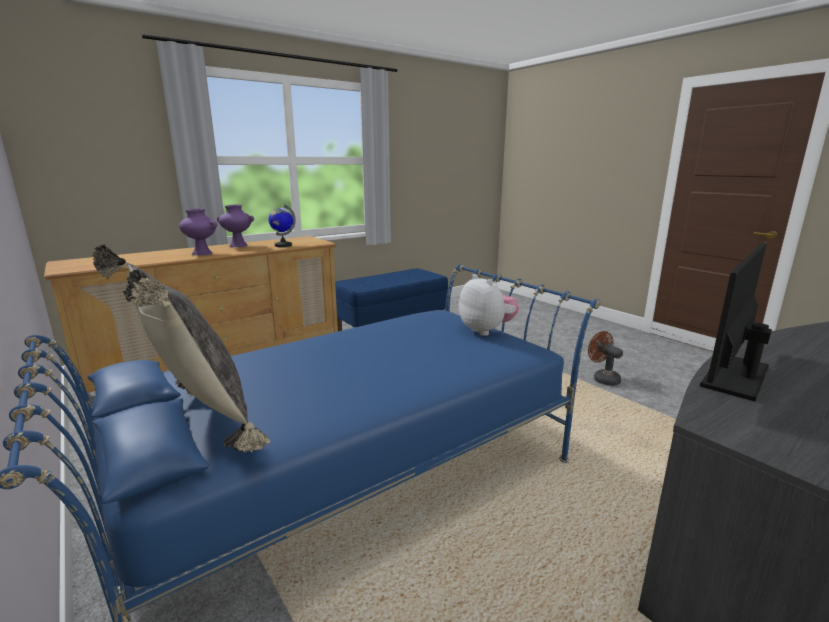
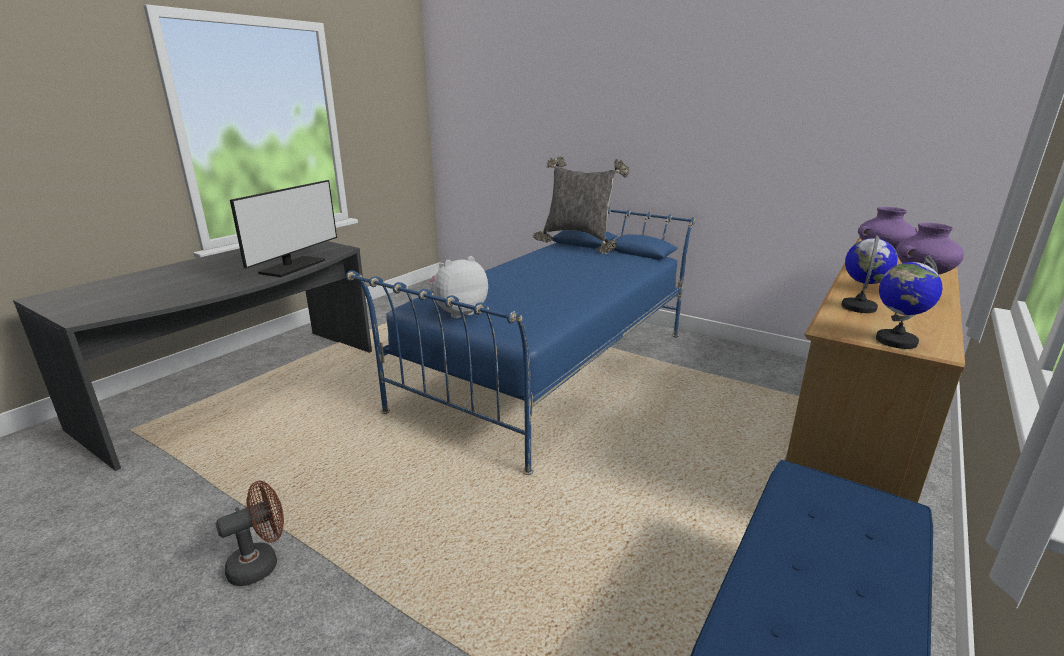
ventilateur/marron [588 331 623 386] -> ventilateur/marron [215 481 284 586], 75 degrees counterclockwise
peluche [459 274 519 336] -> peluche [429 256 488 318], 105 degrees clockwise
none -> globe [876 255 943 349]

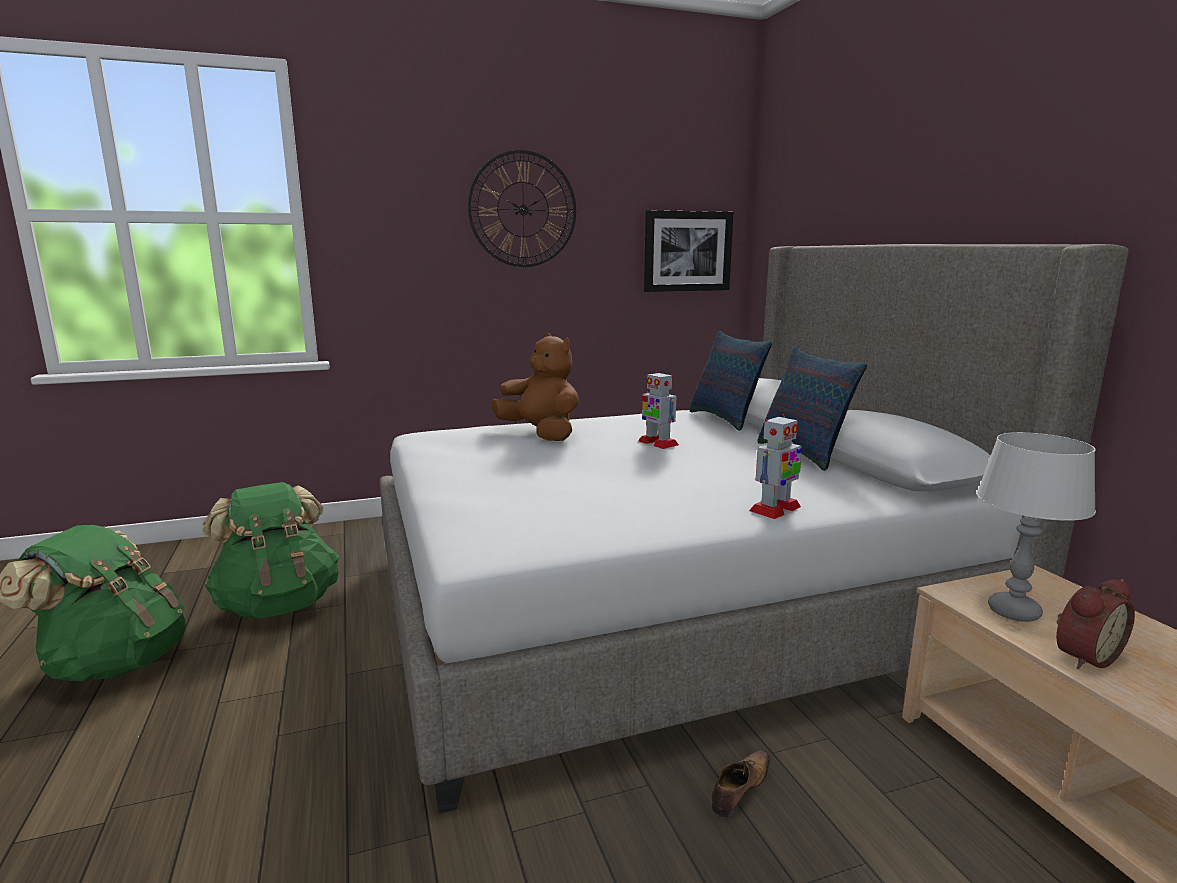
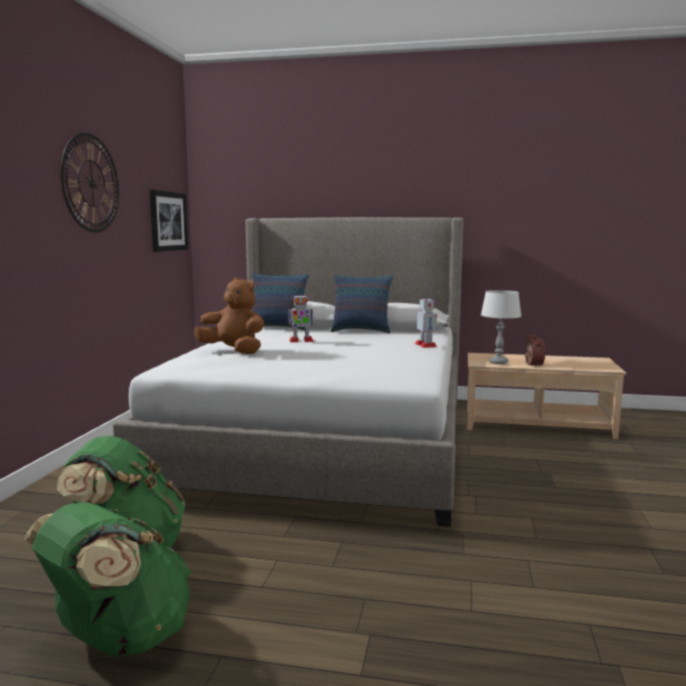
peluche/marron [491 333 579 441] -> peluche/marron [194 277 264 354], 45 degrees clockwise
chaussure [712 750 770 817] -> none

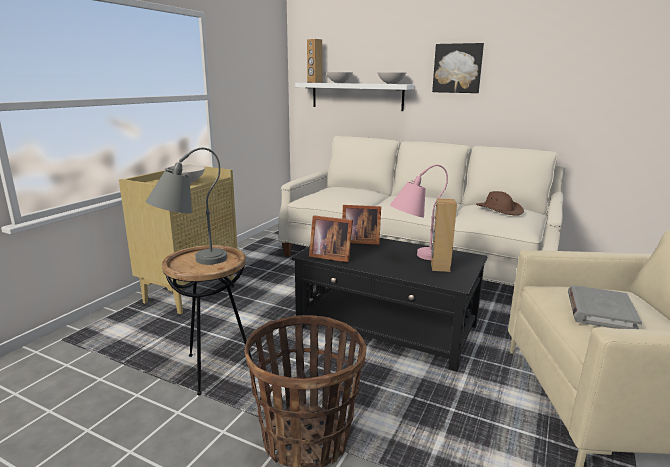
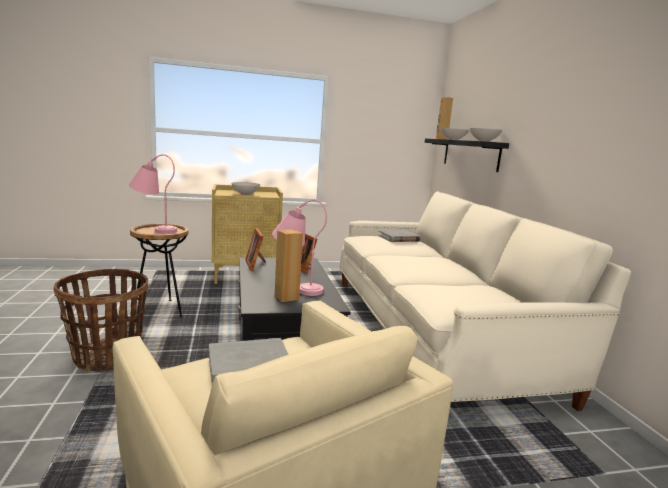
lampe de table/gris [145 148 227 265] -> lampe de table/rose [129 154 177 234]
none -> livre/gris [378 230 421 242]
étagère/blanc [295 83 414 111] -> étagère/noir [425 138 509 172]
tableau [432 43 484 93] -> none
chapeau/marron [476 191 524 215] -> none

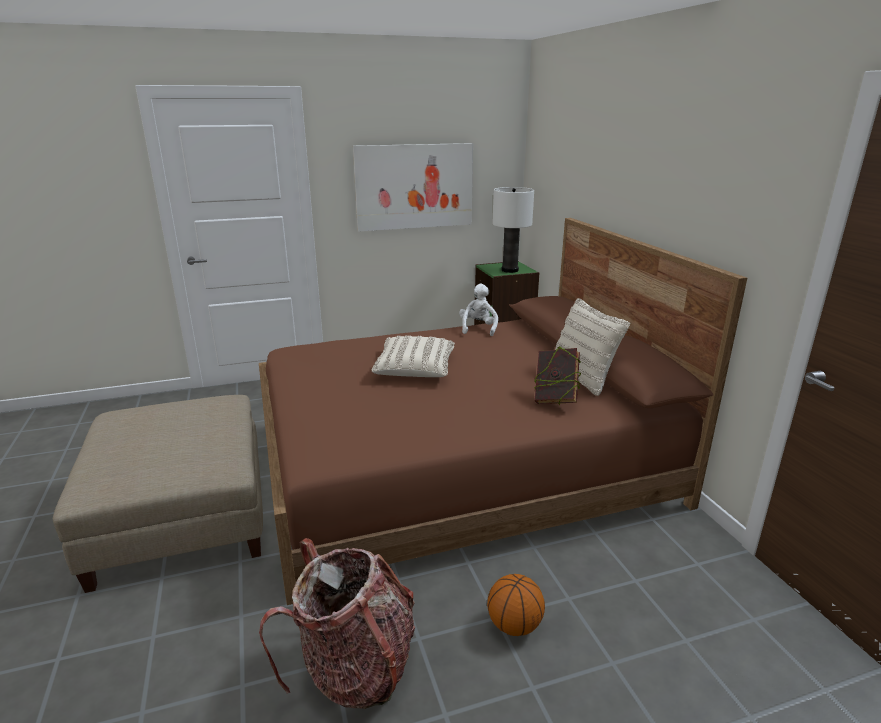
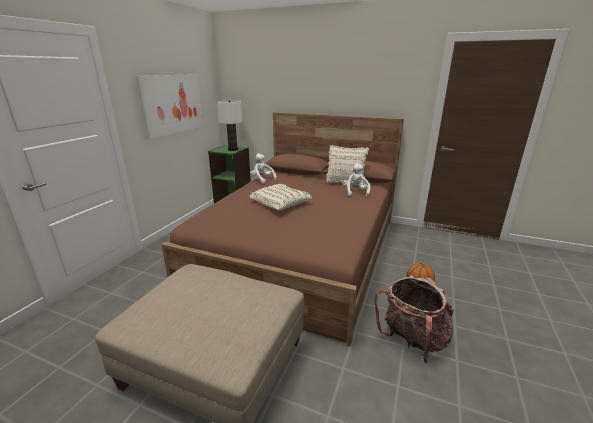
livre [534 347 581 406] -> peluche/blanc [343 163 371 197]

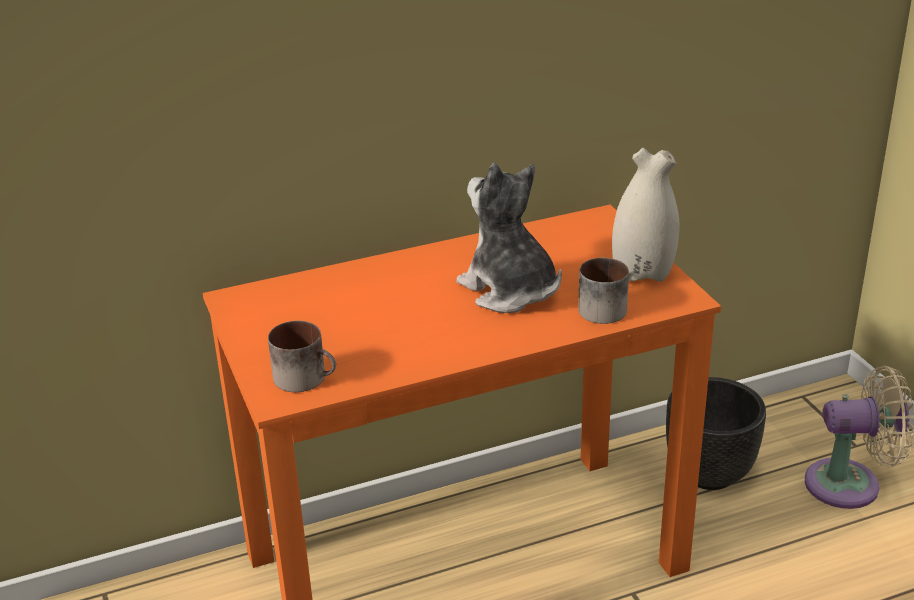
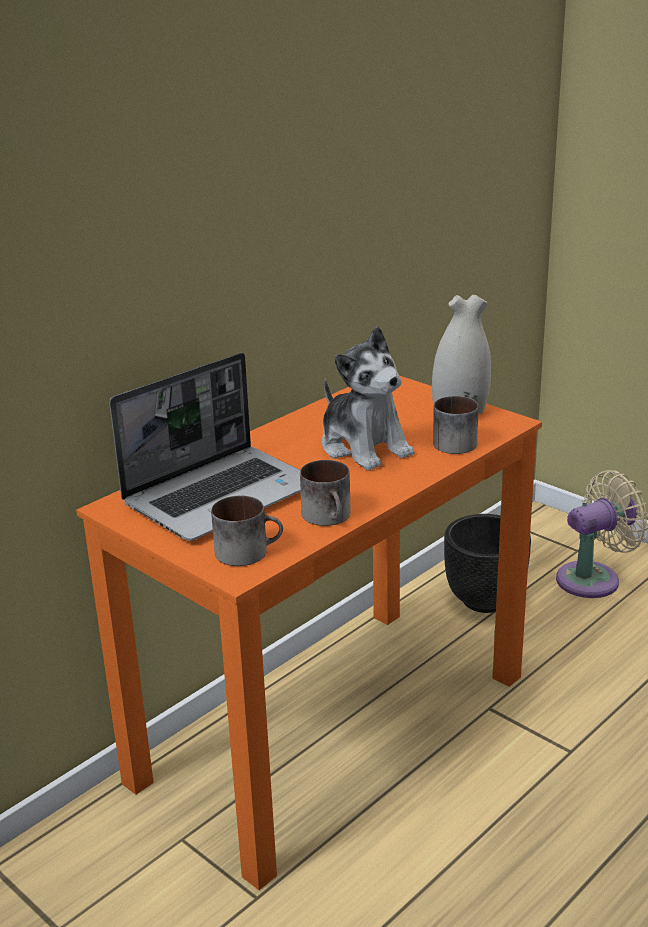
none -> ordinateur portable [110 353 301 541]
none -> mug [300 460 351 526]
peluche [456 163 562 313] -> peluche [322 326 414 471], 150 degrees counterclockwise

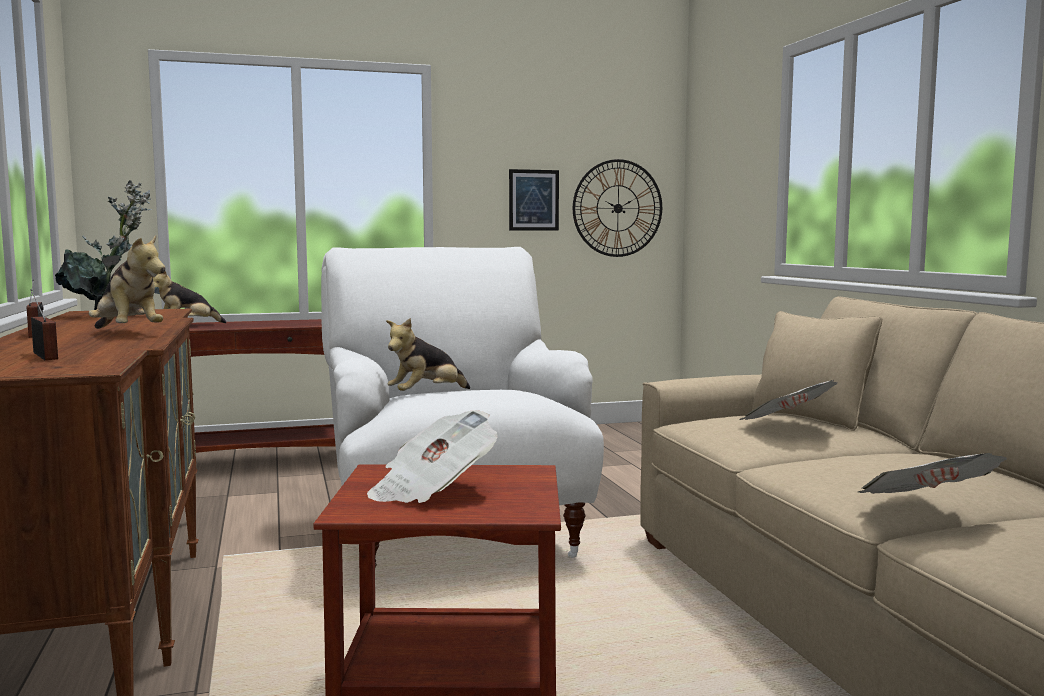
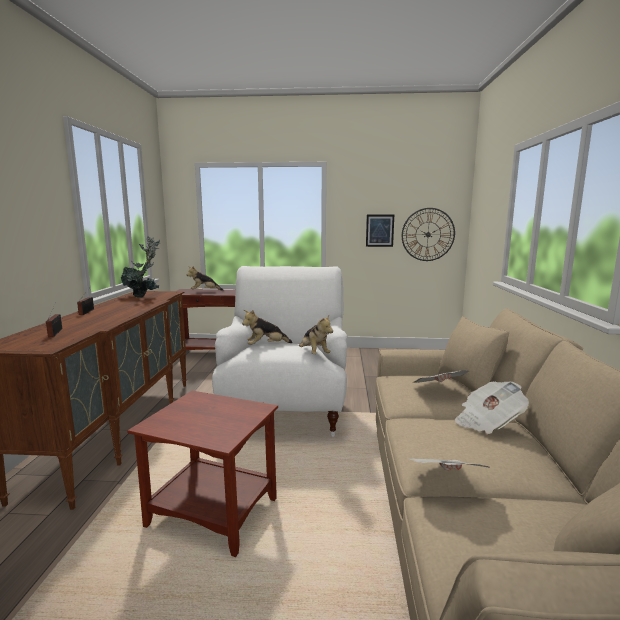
peluche [88 235 165 329] -> peluche [299 315 333 354], move
journal [367 410 498 503] -> journal [455 382 529 434], move

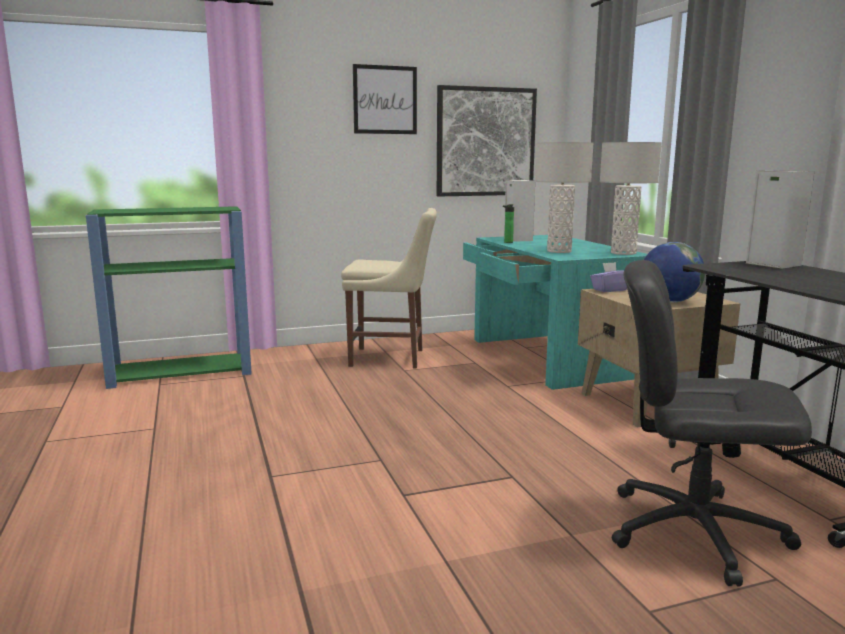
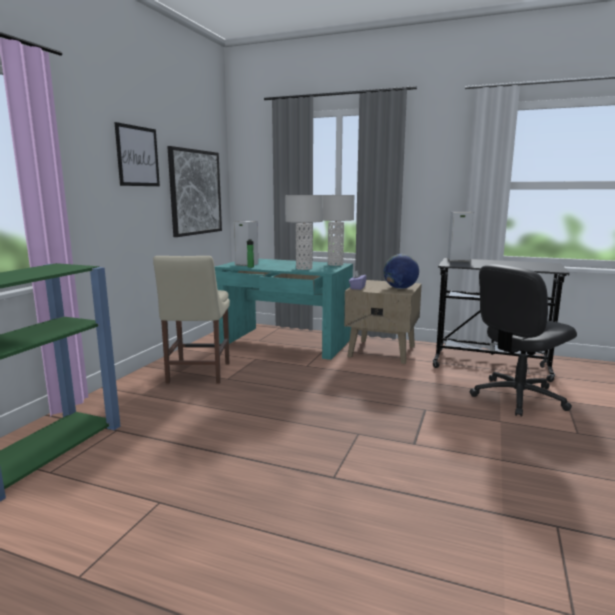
chaise/beige [341 208 437 369] -> chaise/beige [153 256 230 384], 135 degrees clockwise

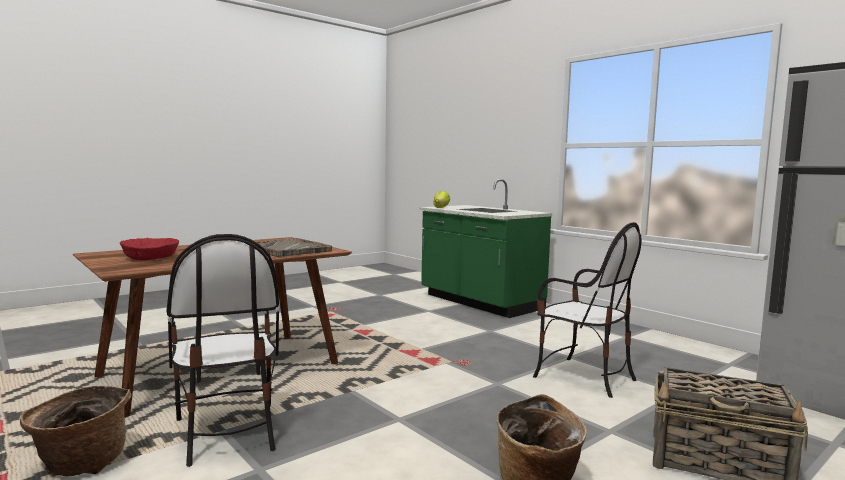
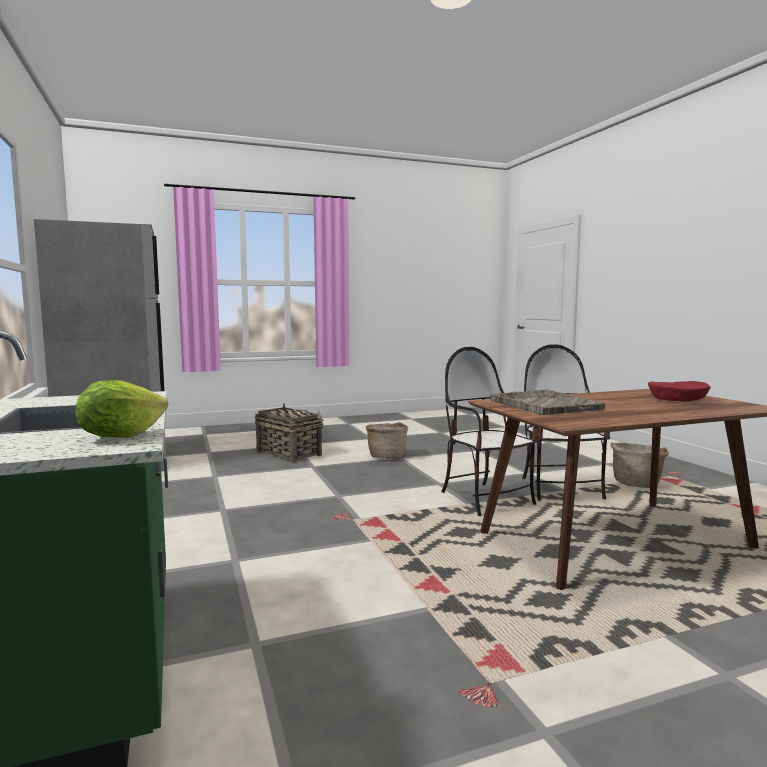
chaise [533 222 642 398] -> chaise [441 347 539 516], move

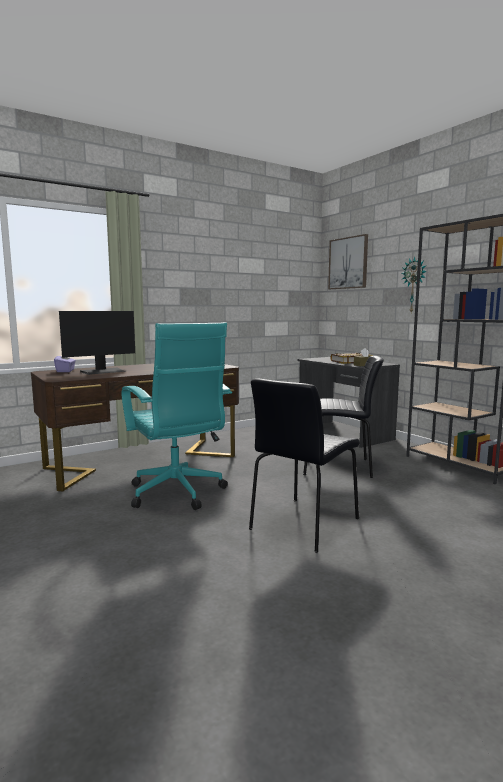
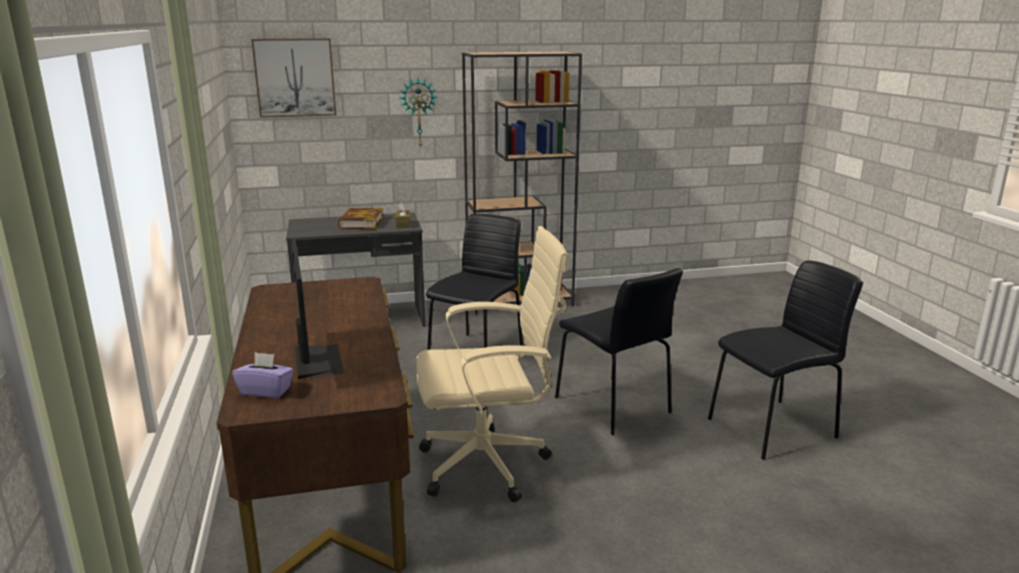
chaise de bureau/turquoise [121 322 232 510] -> chaise de bureau/beige [416 226 568 502]
none -> chaise/noir [708 260 863 460]

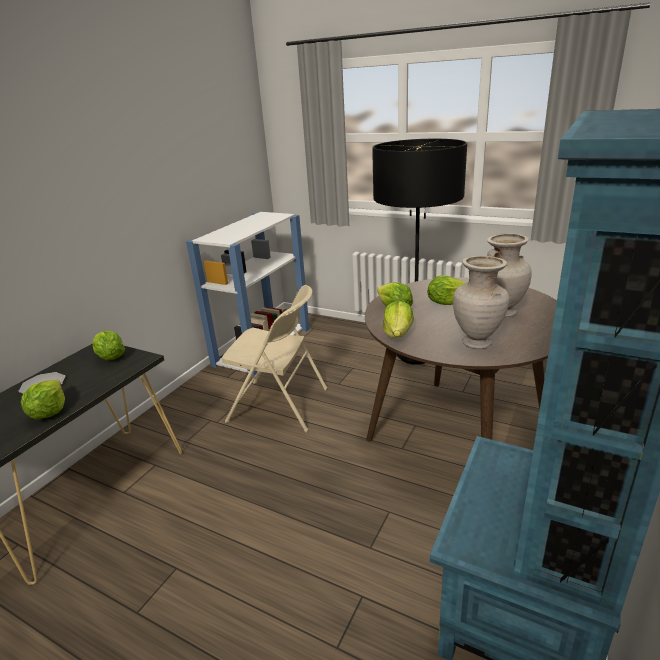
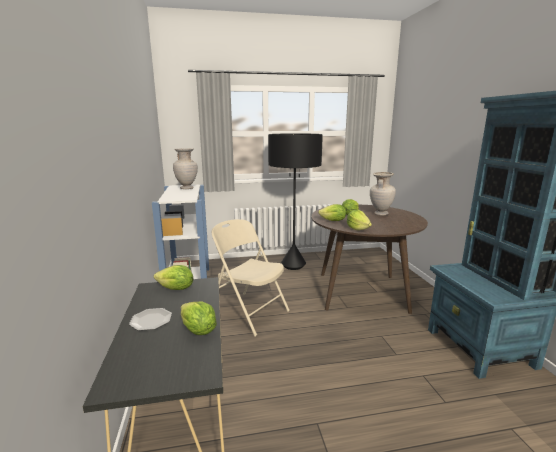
vase/beige [453 256 509 349] -> vase/beige [173 148 198 189], move
chaise/beige [222 285 327 432] -> chaise/beige [212 219 290 337], 120 degrees counterclockwise

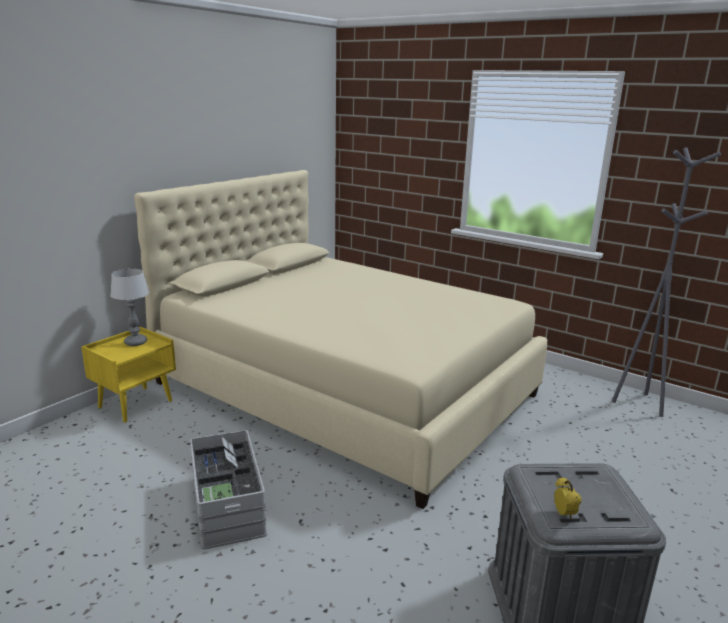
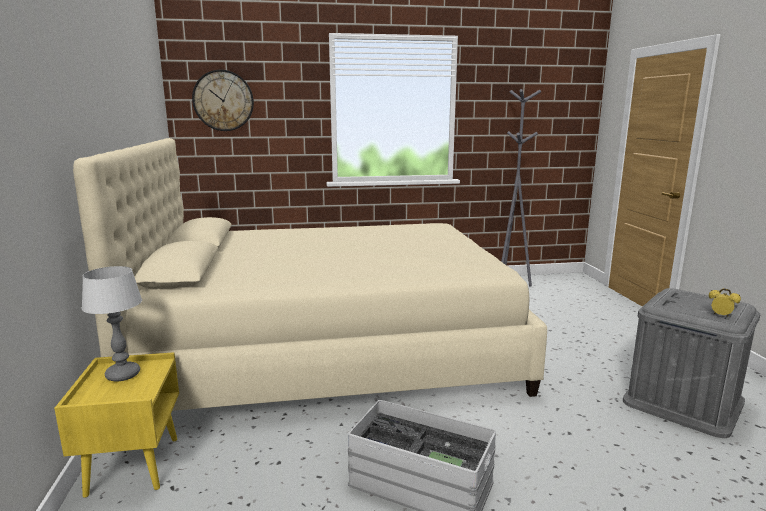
none -> horloge murale [192 69 254 131]

